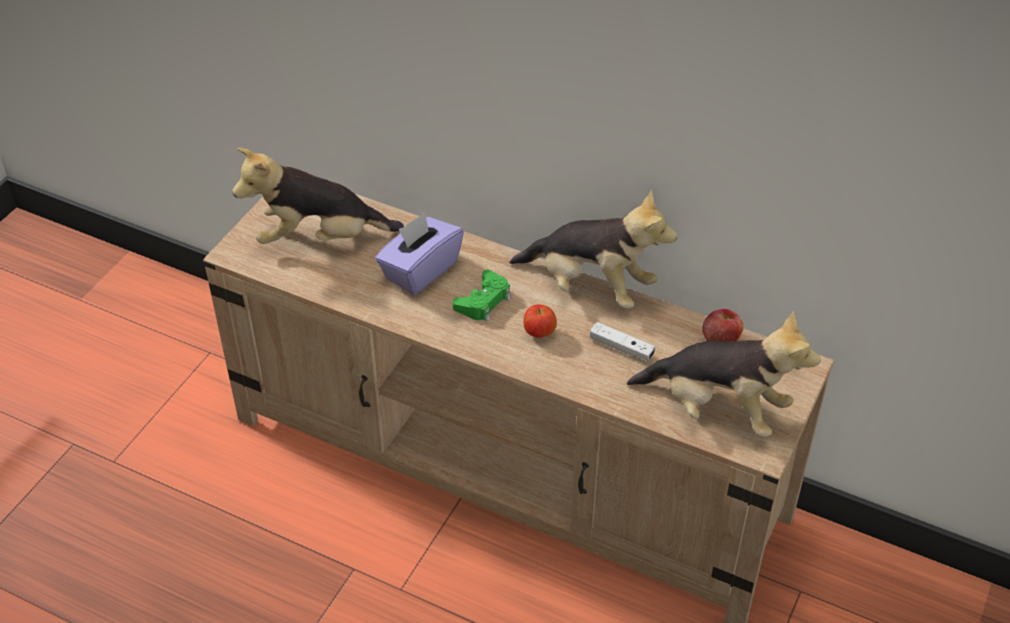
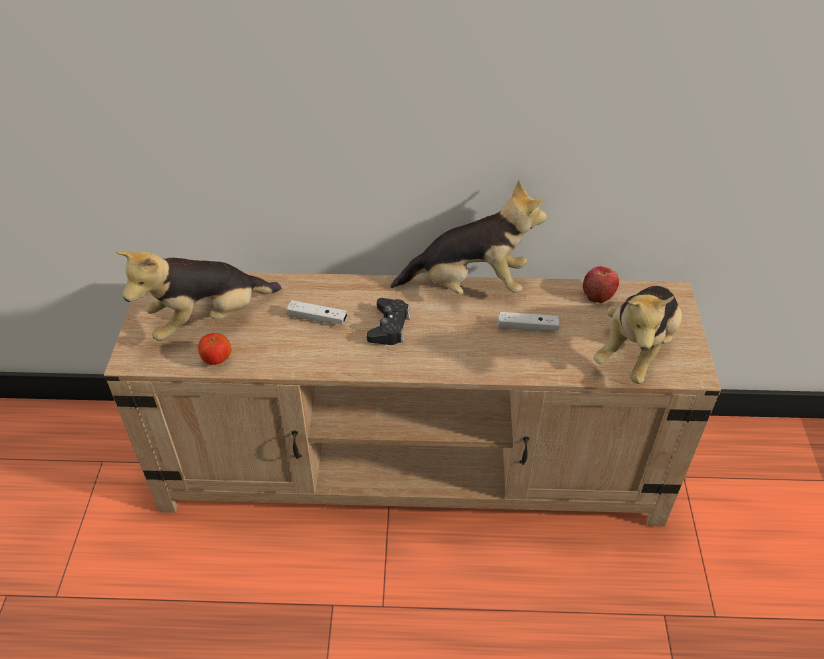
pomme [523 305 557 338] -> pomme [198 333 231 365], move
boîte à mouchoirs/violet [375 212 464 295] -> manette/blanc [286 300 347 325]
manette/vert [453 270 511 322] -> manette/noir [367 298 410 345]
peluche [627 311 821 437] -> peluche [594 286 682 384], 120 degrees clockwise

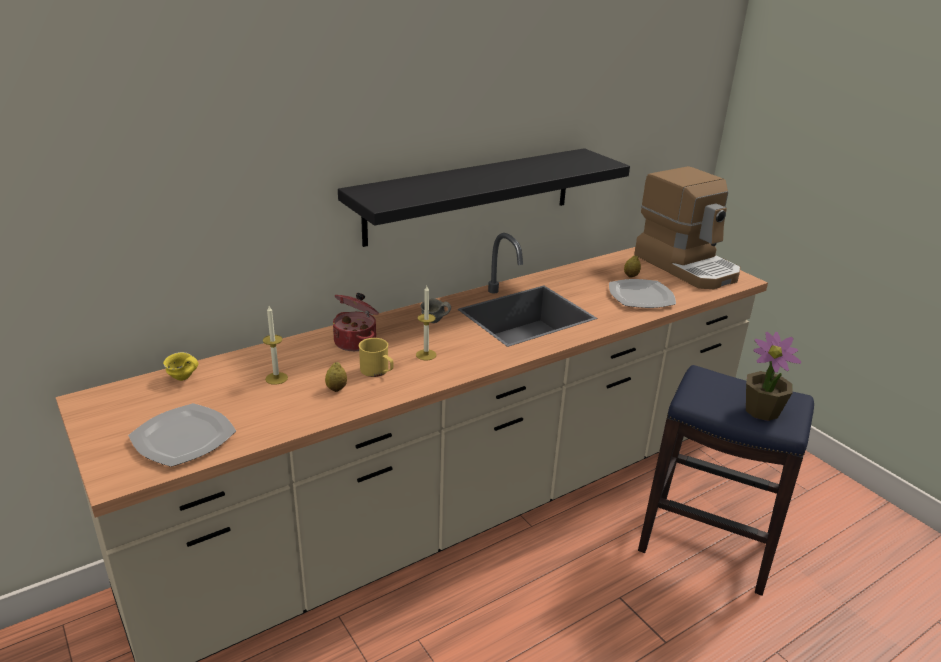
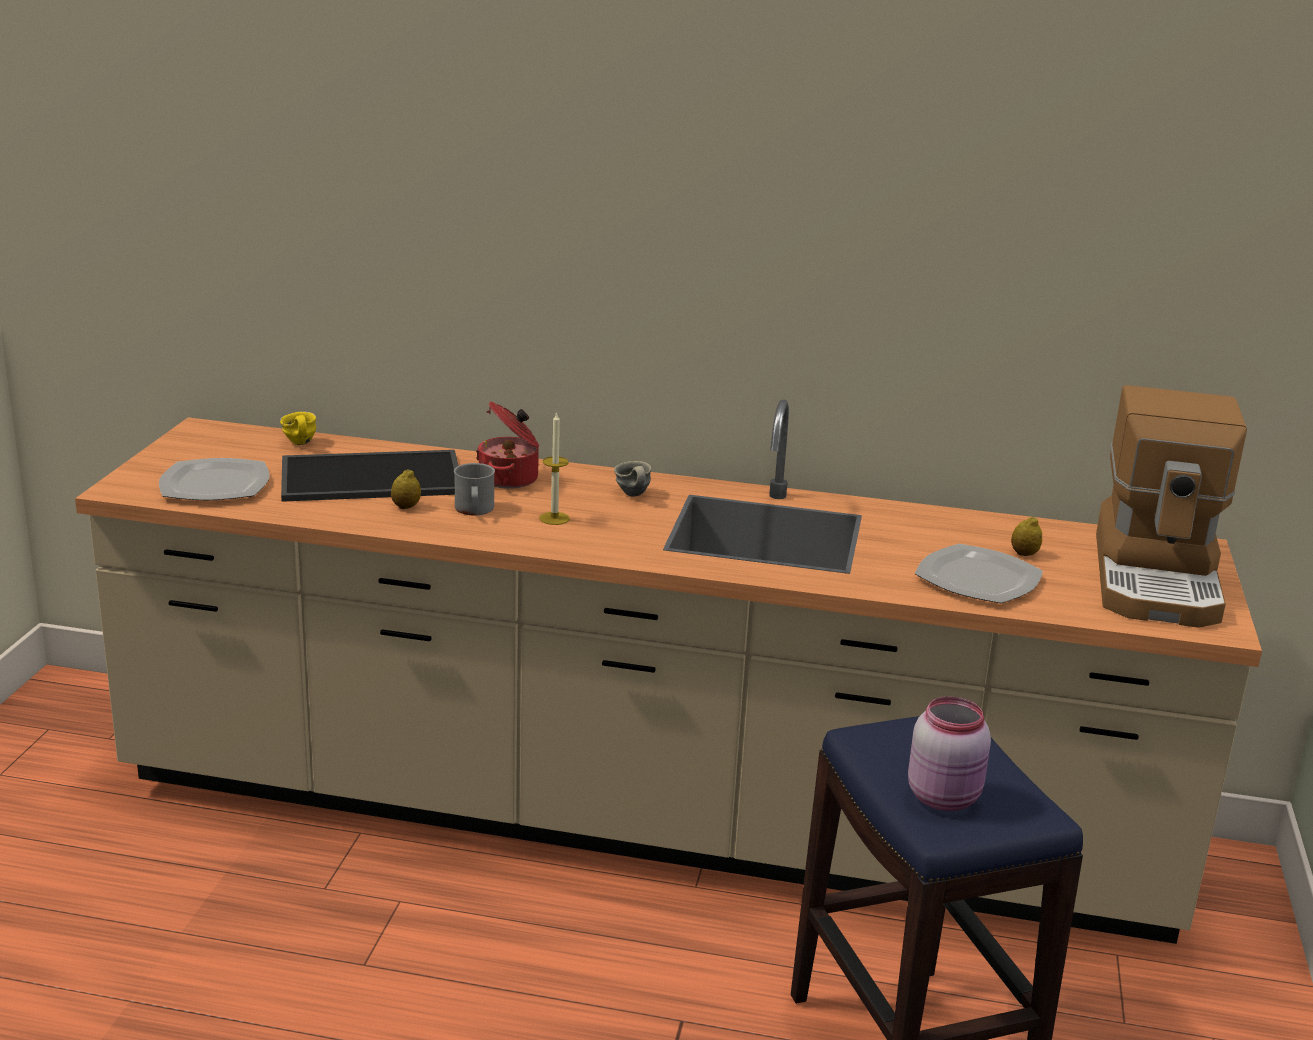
bougie [263 306 288 385] -> plateau [281 450 458 502]
mug/jaune [359 338 394 377] -> mug/gris [454 463 495 515]
plante en pot [746 332 801 421] -> bocal/rose [908 696 991 811]
étagère/noir [338 148 630 247] -> none

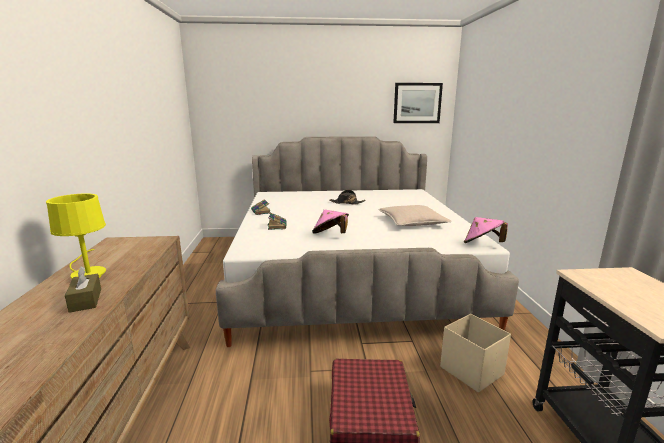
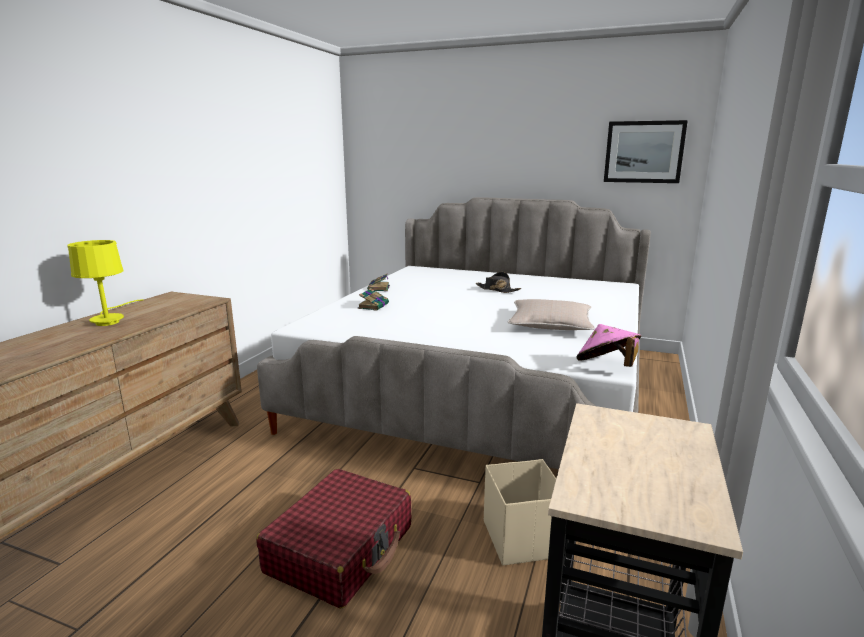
boîte à mouchoirs/marron [65 267 101 313] -> none
chapeau/rose [312 210 349 234] -> none

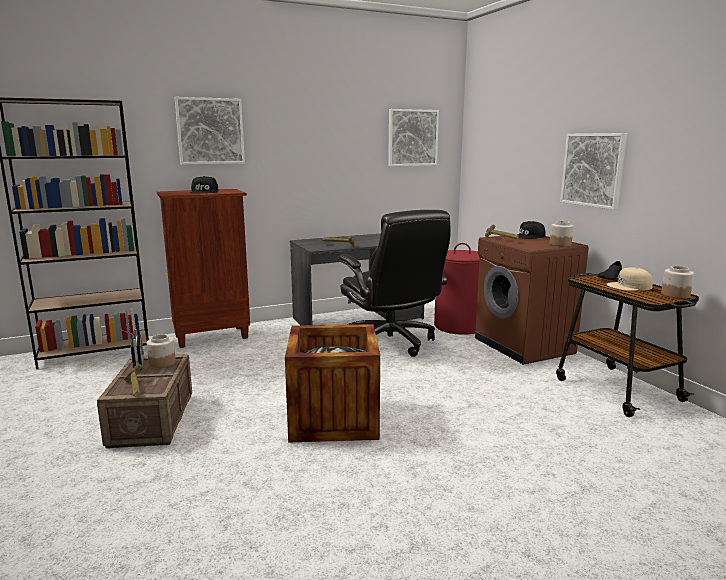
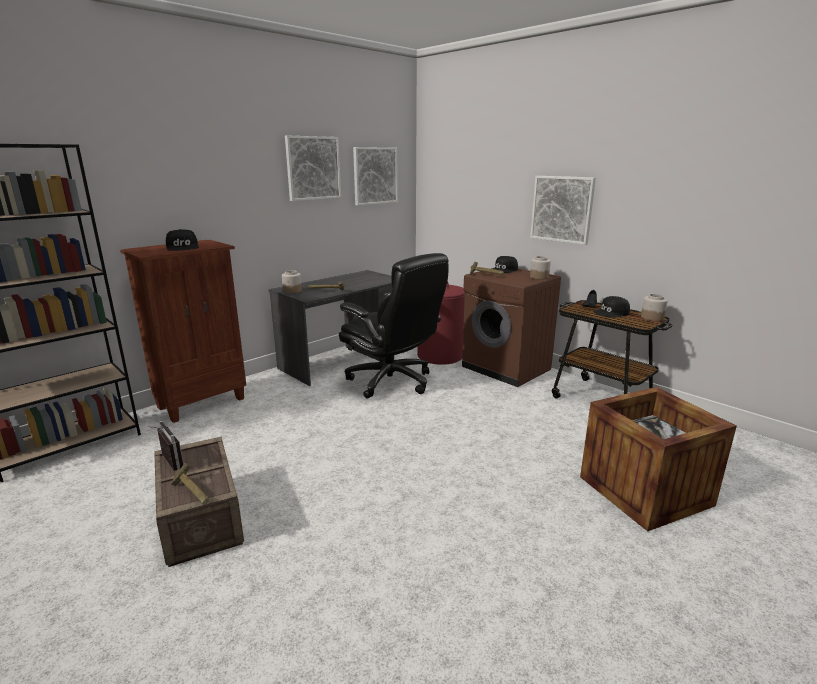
bocal [147 334 176 368] -> bocal [282 270 302 293], move
tableau [175 97 245 165] -> tableau [285 136 341 201], move
caisse [285 324 380 443] -> caisse [580 387 737 531], move
casquette/beige [607 267 653 291] -> casquette/noir [593 296 630 317]

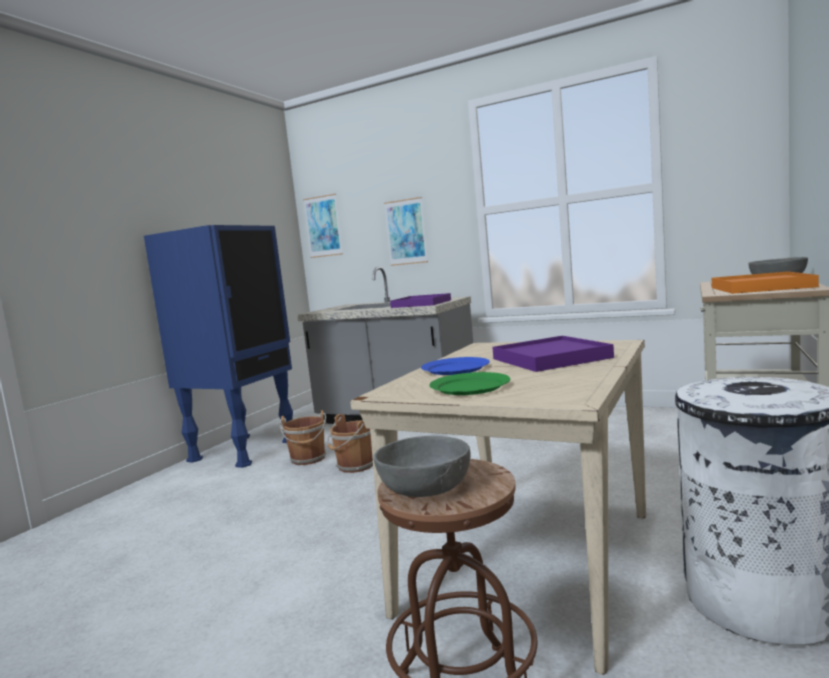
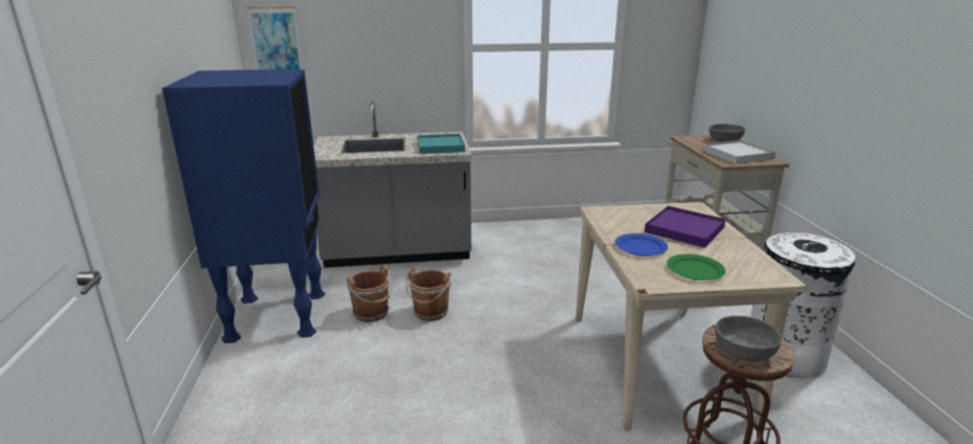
plateau/violet [390 293 451 308] -> plateau/turquoise [417 134 465 154]
plateau/orange [712 271 819 294] -> plateau/blanc [703 140 776 164]
tableau [384 197 428 266] -> none

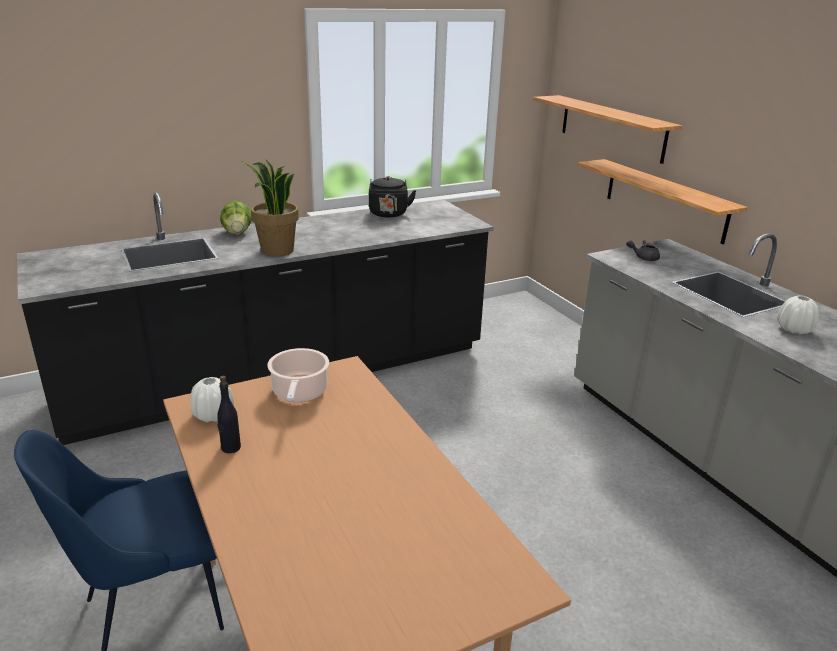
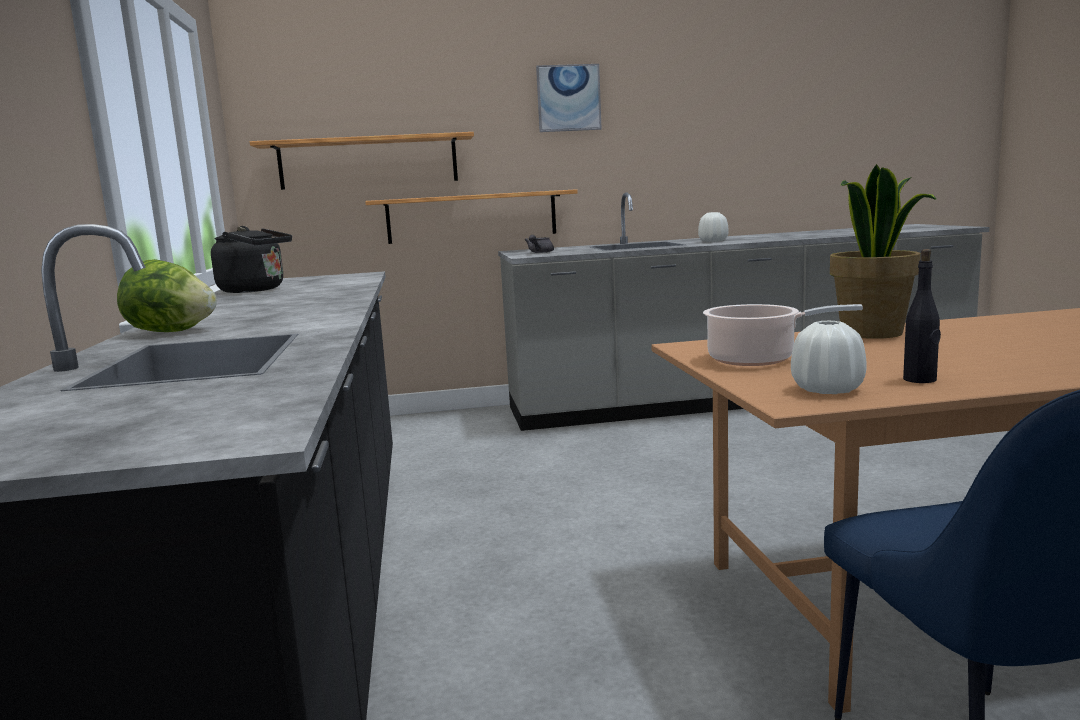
none -> tableau [536 64 602 132]
plante en pot [242 160 299 257] -> plante en pot [830 164 937 339], move

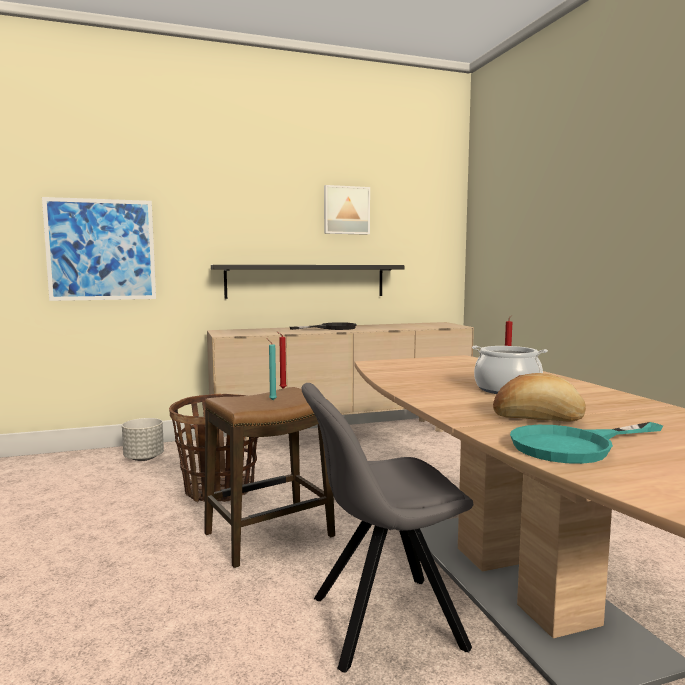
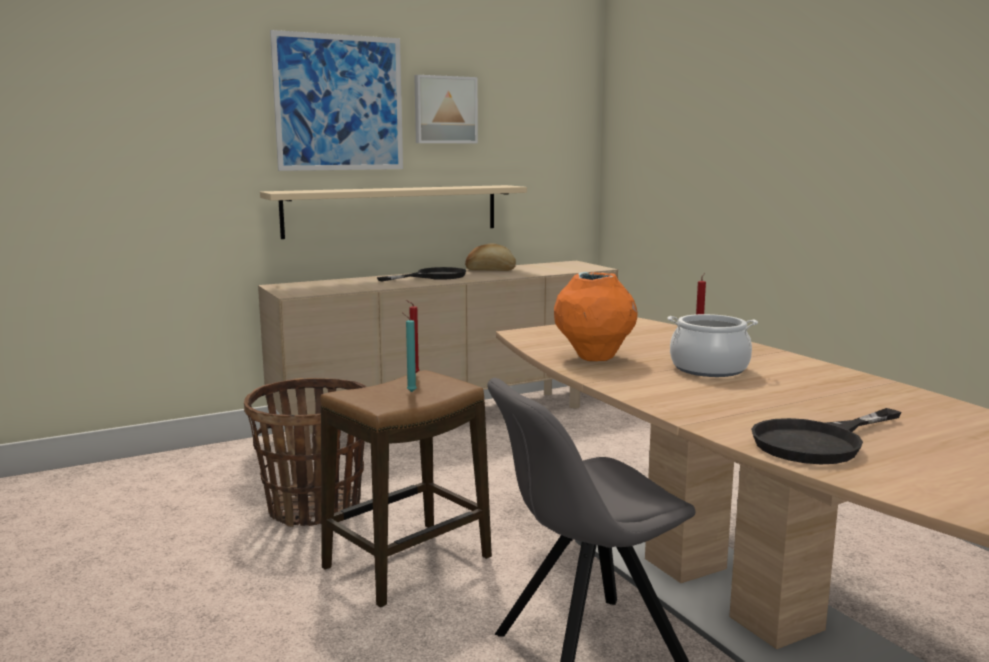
étagère/noir [211 265 405 299] -> étagère/beige [260 185 527 239]
tableau [42 197 156 301] -> tableau [270 30 403 171], move
pain [493 373 586 422] -> pain [465 244 516 271], move
none -> vase/orange [554 272 637 361]
poêle/turquoise [510 422 663 464] -> poêle/noir [751 408 902 464]
cache-pot/gris [122 418 164 461] -> none

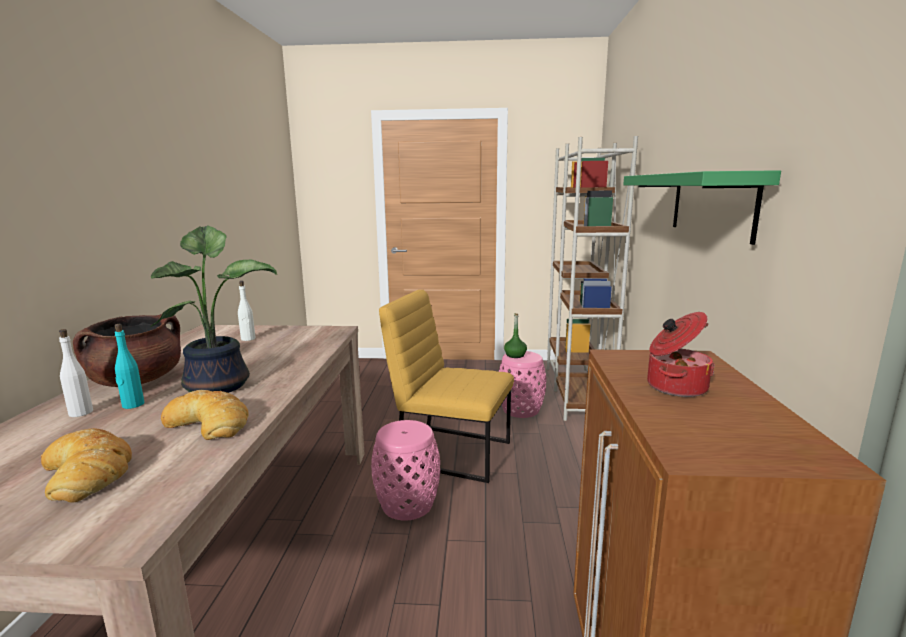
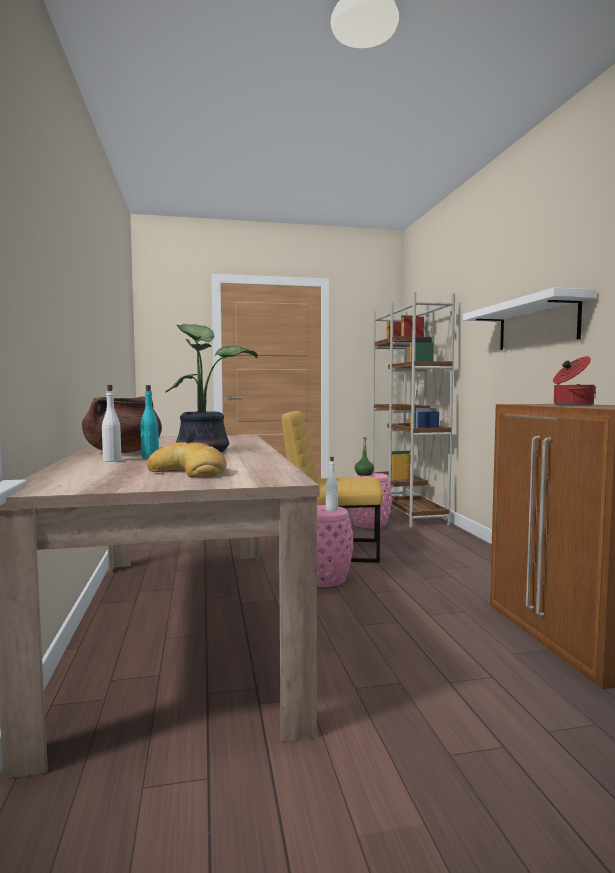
bouteille/blanc [238 281 256 341] -> bouteille/blanc [326 457 338 511], move
étagère/vert [623 170 781 245] -> étagère/blanc [463 287 595 350]
pain [161 390 249 440] -> none

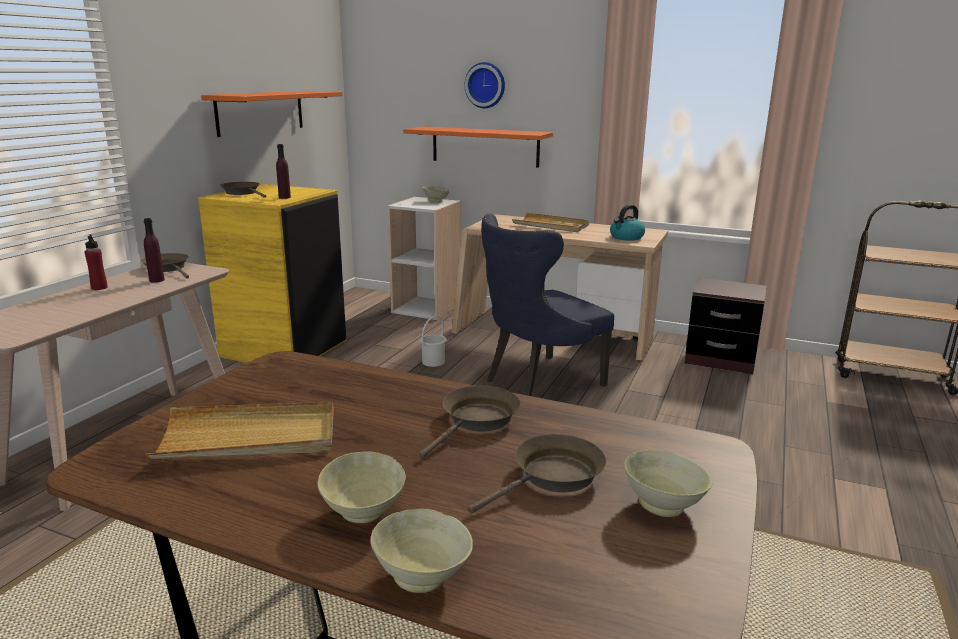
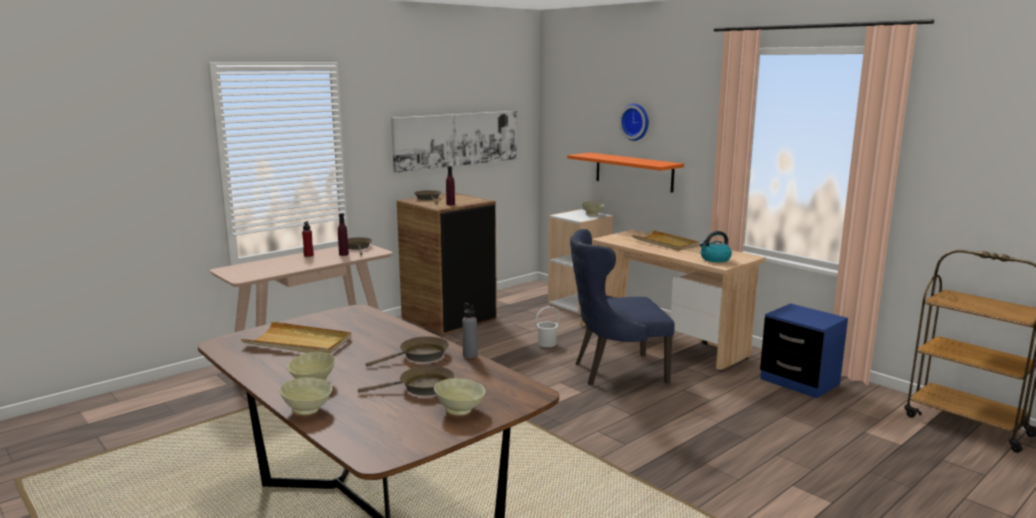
étagère/orange [201 91 342 137] -> tableau [391 111 516 173]
meuble de rangement/jaune [198 184 346 363] -> meuble de rangement/marron [397 193 497 335]
none -> bouteille/gris [462 303 478 358]
table de chevet/marron [685 278 767 374] -> table de chevet/bleu [760 303 848 398]

